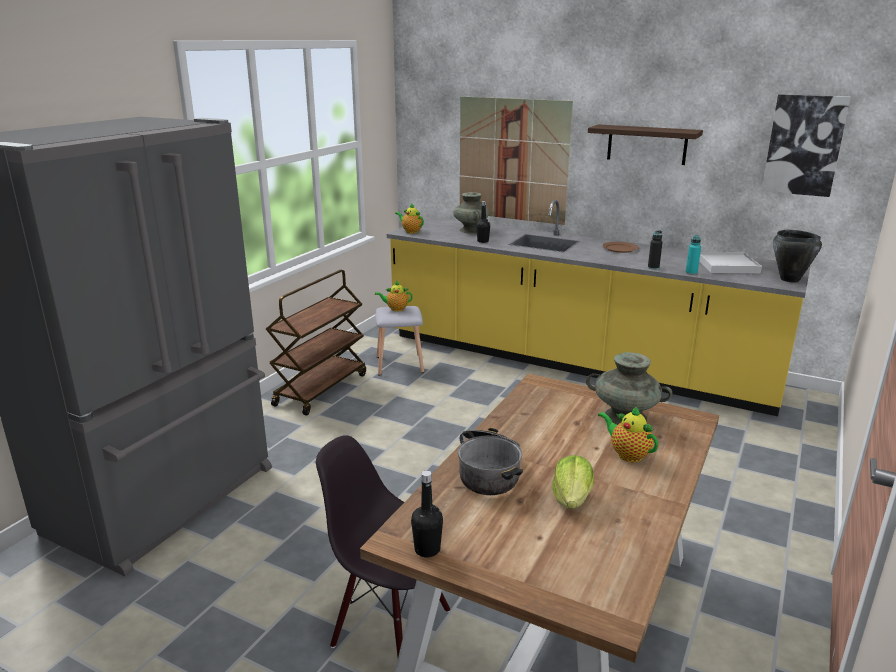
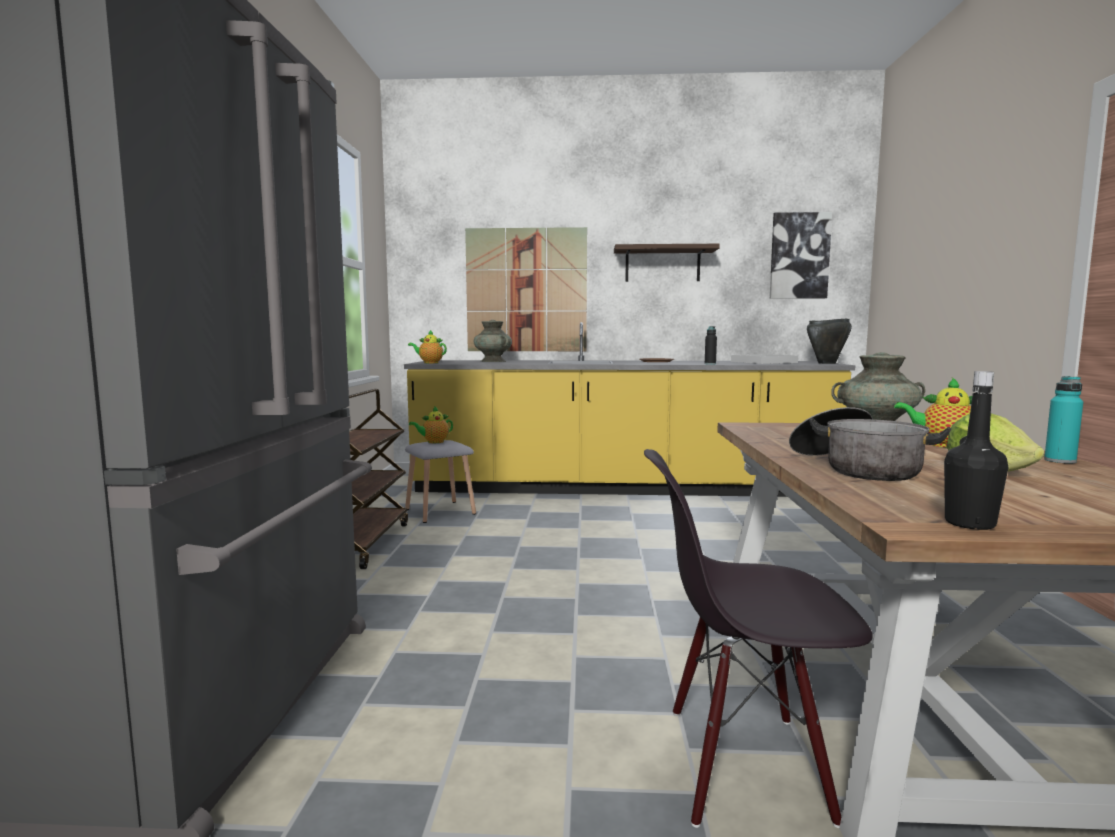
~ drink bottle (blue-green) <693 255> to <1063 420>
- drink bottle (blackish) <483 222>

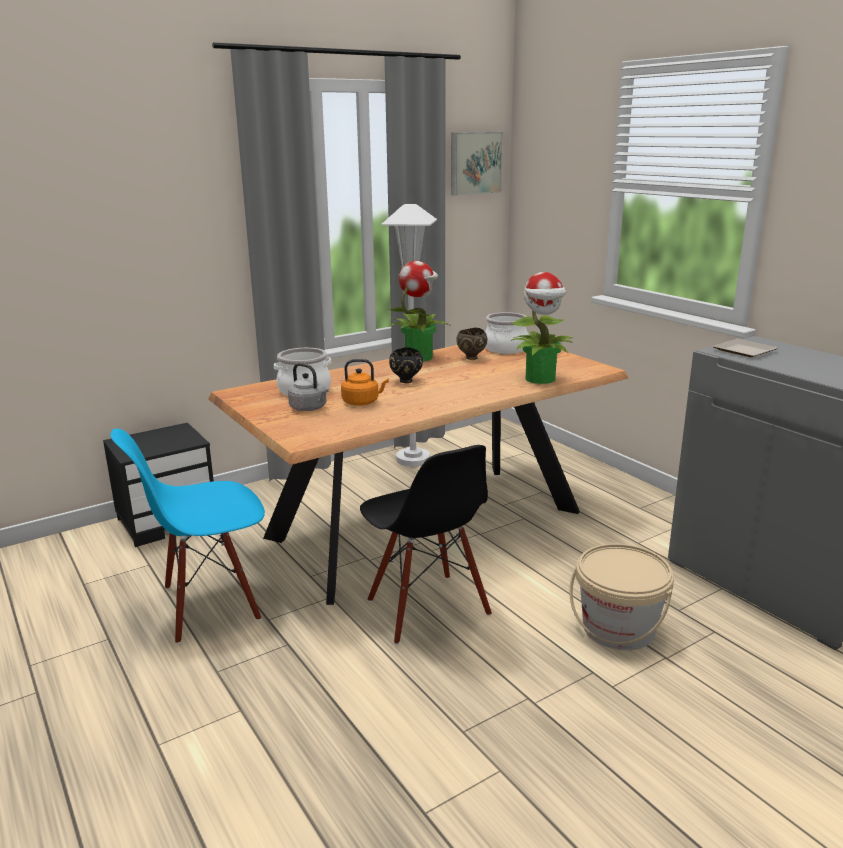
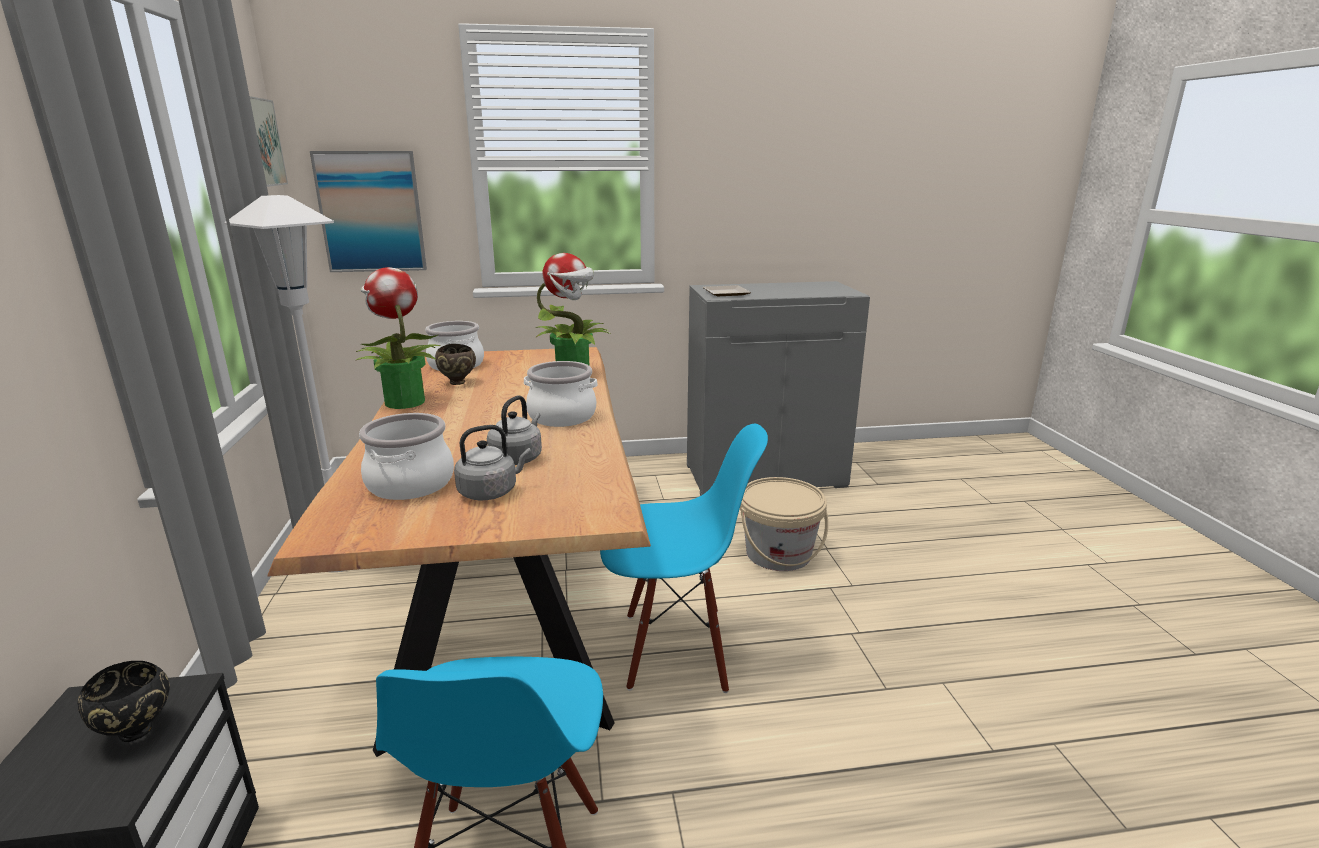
~ bowl (blackish) <406 365> to <124 701>
+ wall picture <368 211>
~ water kettle (orange) <365 382> to water kettle (gray) <514 430>
+ stockpot <561 394>
~ plain chair (blackish) <426 544> to plain chair (blue-coloured) <684 558>

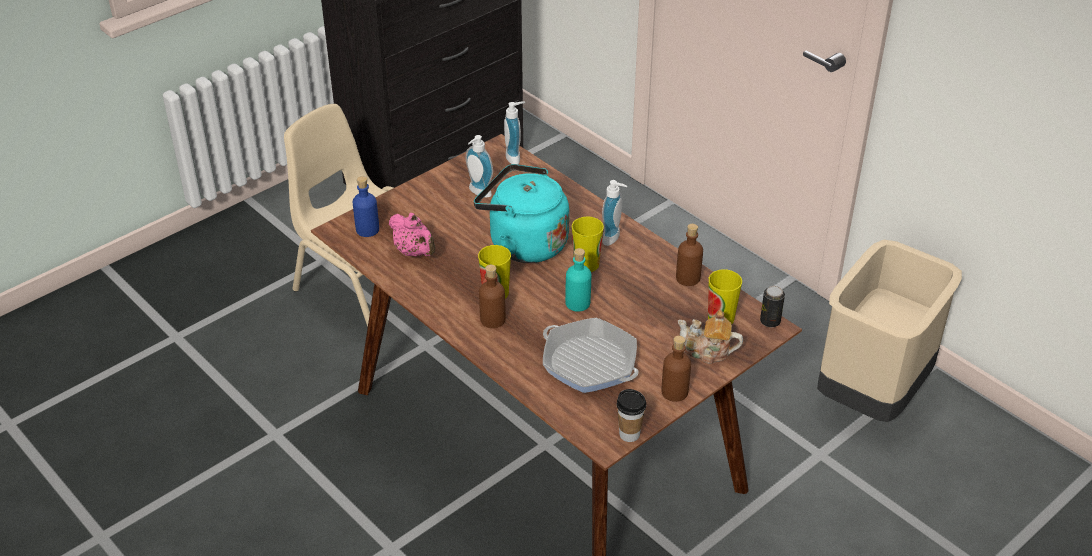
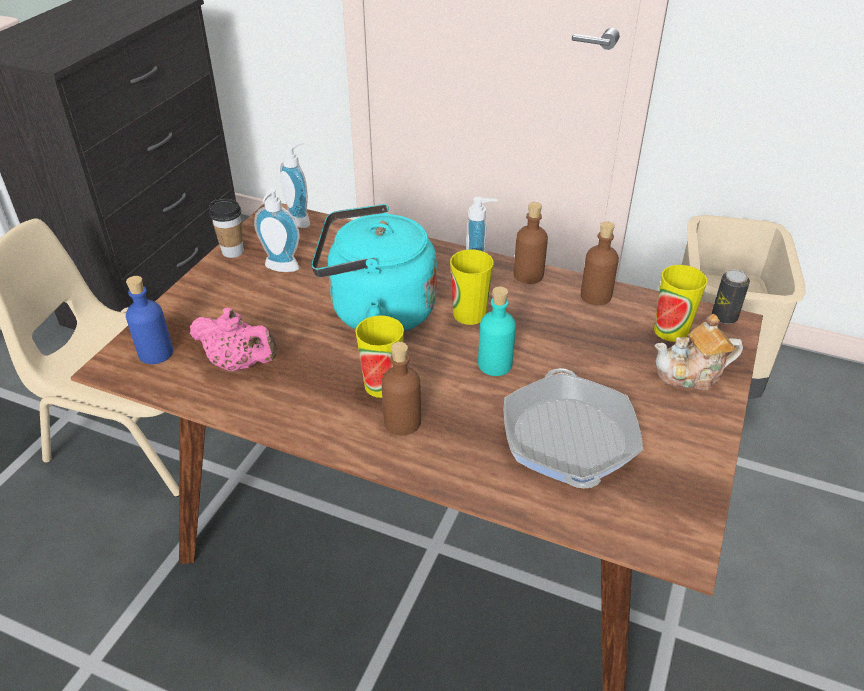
~ cup <631 415> to <226 228>
~ pan <590 355> = <573 428> 105 degrees counterclockwise
~ drink bottle (brown) <676 369> to <531 243>

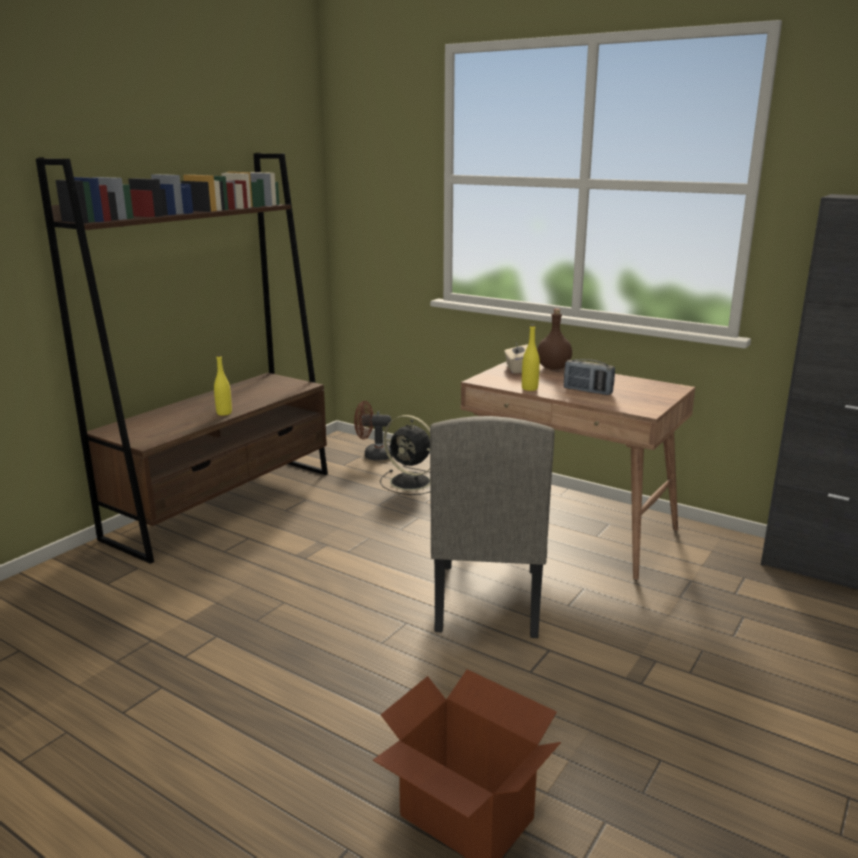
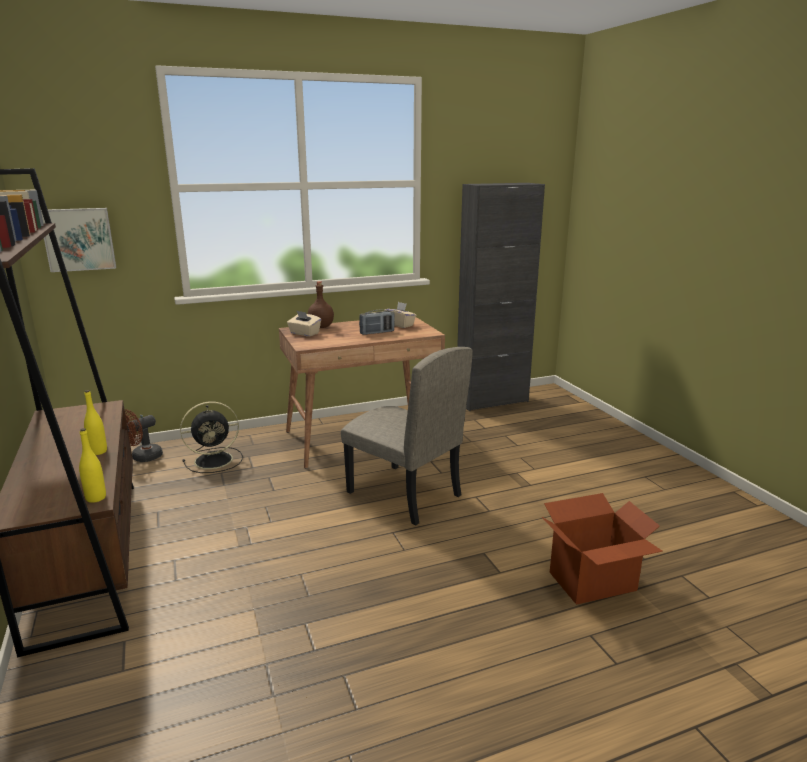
+ wall picture <78 240>
~ drink bottle (yellowish) <531 357> to <92 465>
+ box of tissues (beige) <400 315>

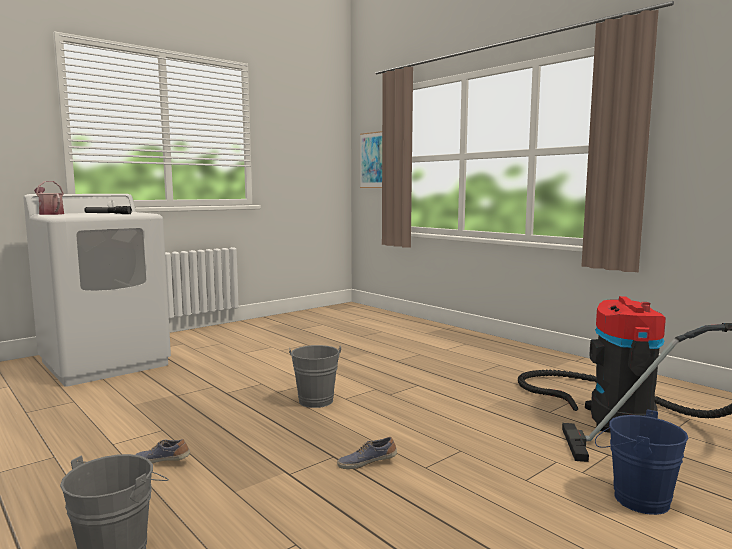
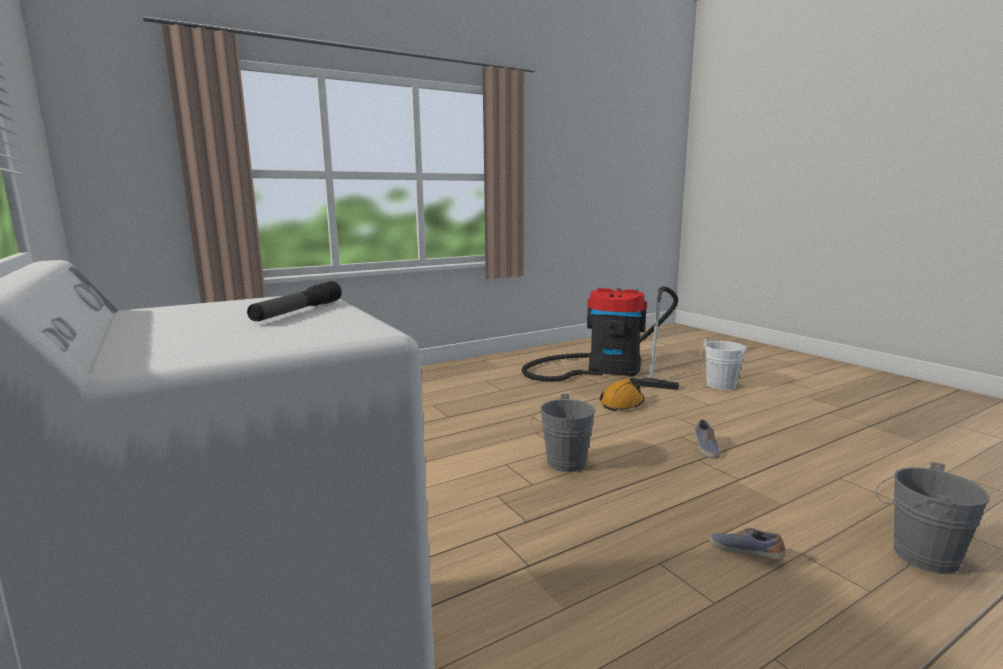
+ hard hat (orange) <621 395>
~ bucket (blue-coloured) <641 462> to bucket (white-coloured) <723 364>
~ low shoe <162 451> = <747 543> 105 degrees clockwise
- sprinkling can <49 198>
- wall picture <371 159>

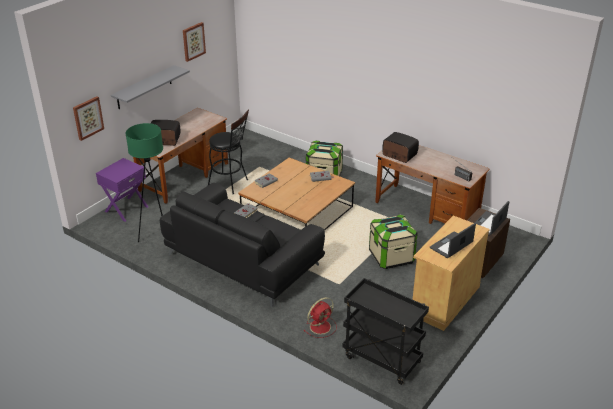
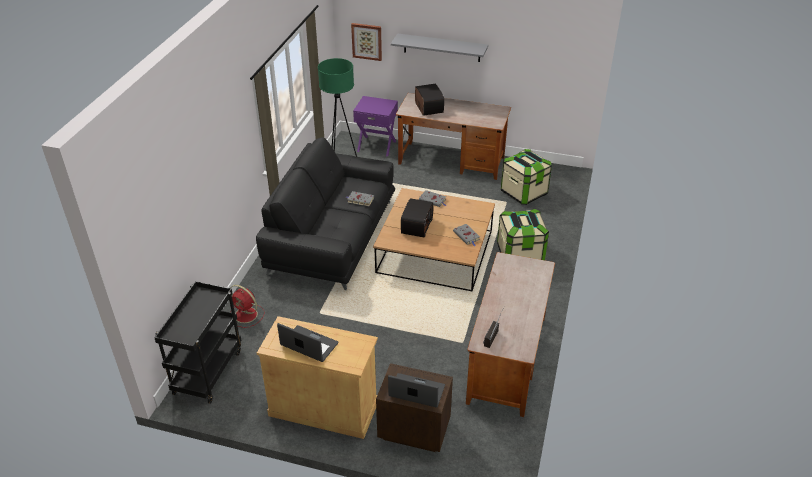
~ radio set <400 147> to <417 217>
~ storage bin <393 241> to <526 177>
- wall picture <194 42>
- sitting stool (blackish) <228 152>

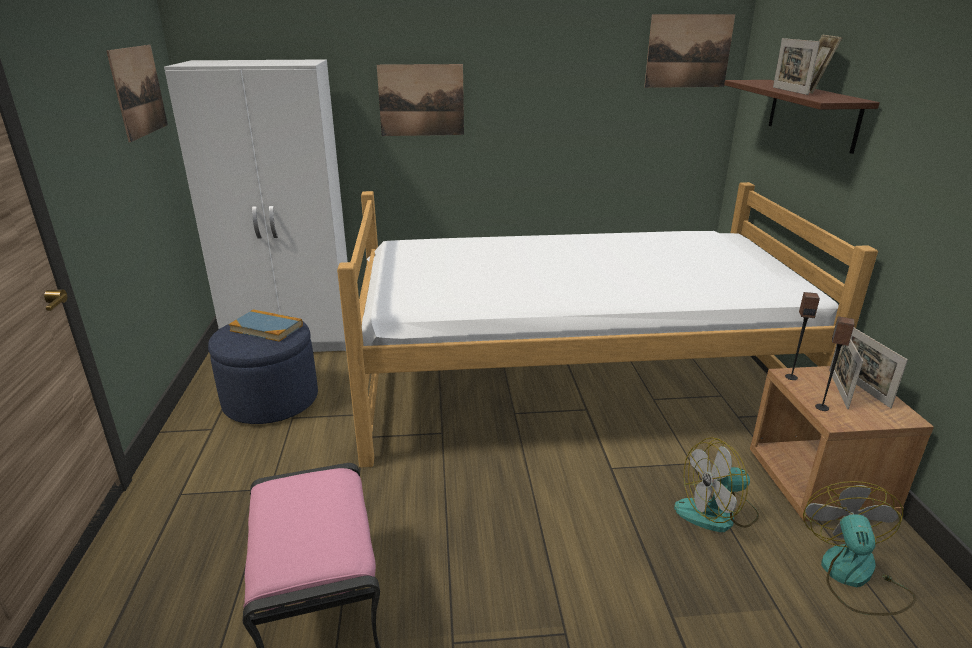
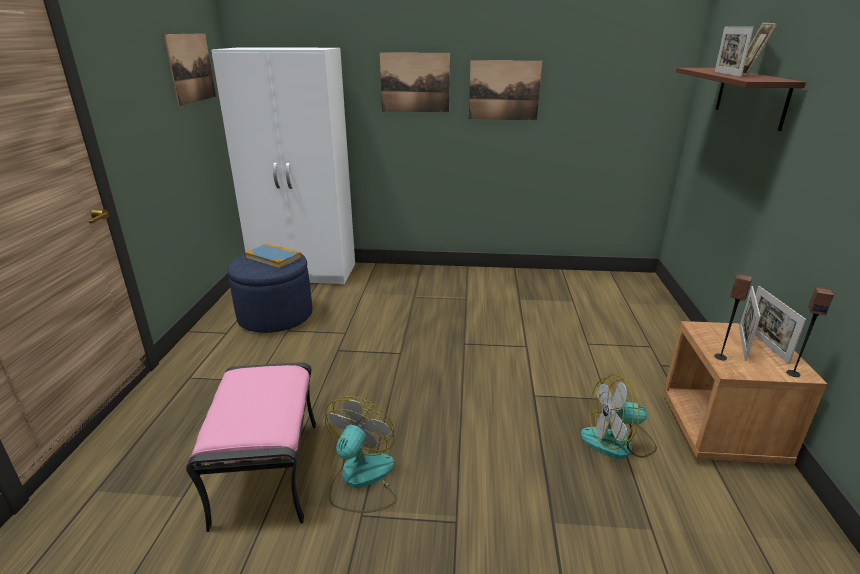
~ fan <859 548> to <361 454>
~ wall picture <689 51> to <505 90>
~ loudspeaker <802 336> to <810 332>
- sleeping bed <607 325>

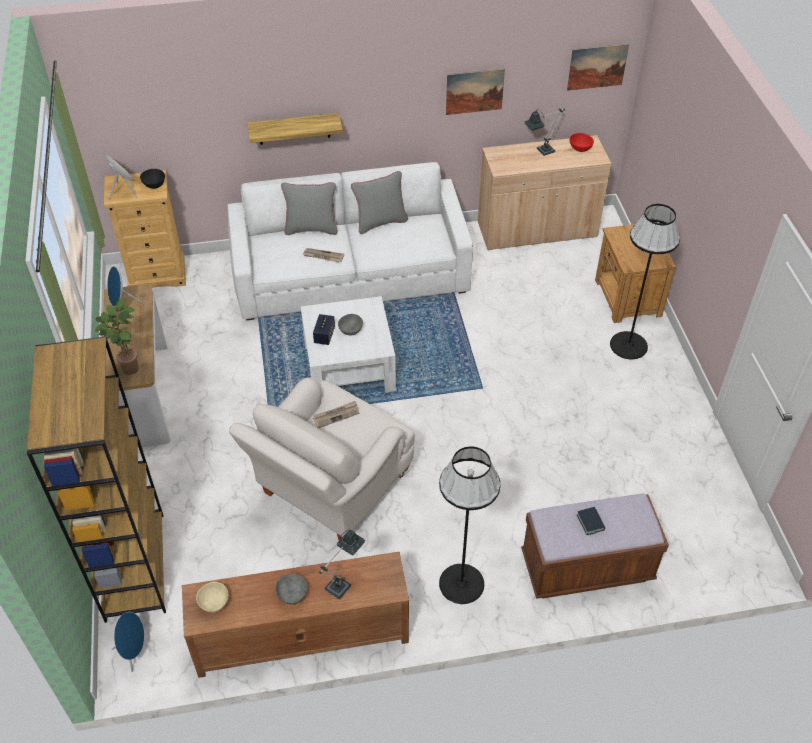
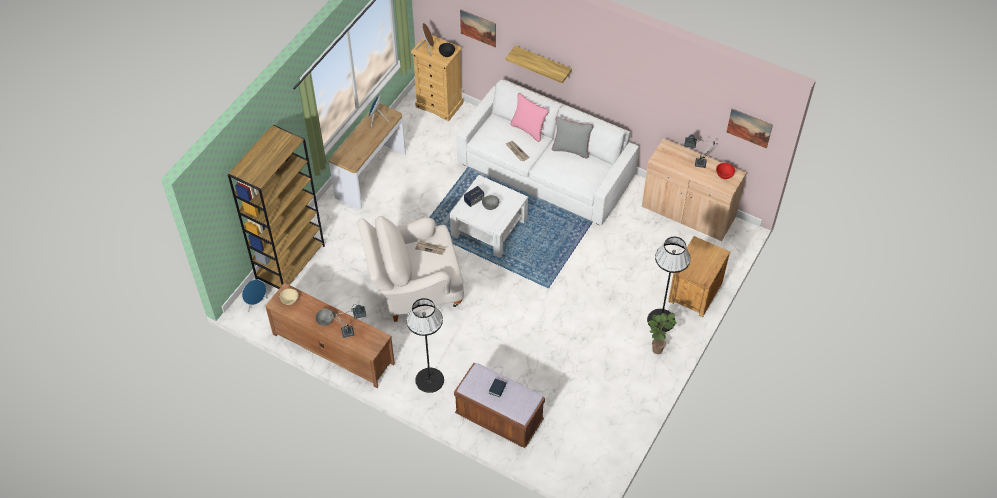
~ wall picture <475 92> to <478 28>
~ cushion (gray) <309 208> to cushion (pink-coloured) <529 117>
~ potted plant <116 336> to <662 333>

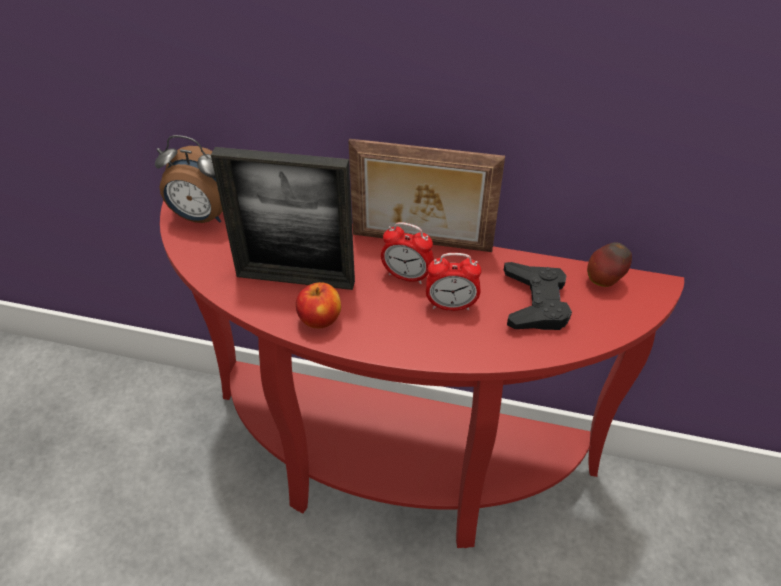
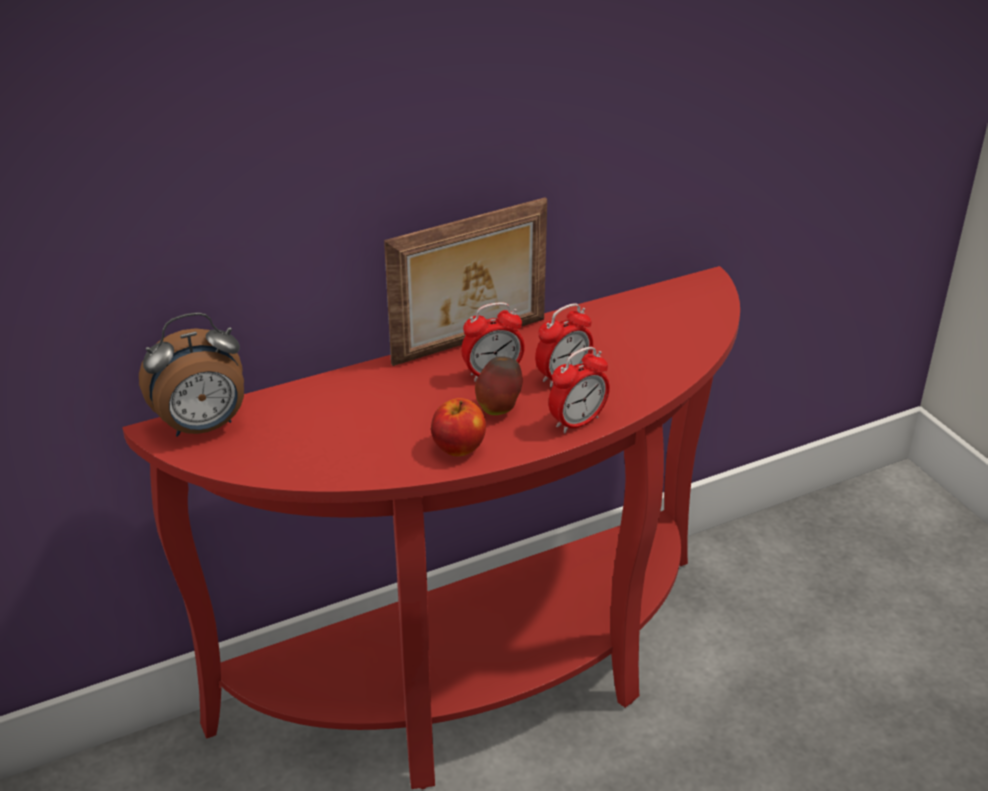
~ apple <609 264> to <498 385>
+ bedside clock <579 390>
- standing frame <283 218>
- gamepad (blackish) <538 296>

